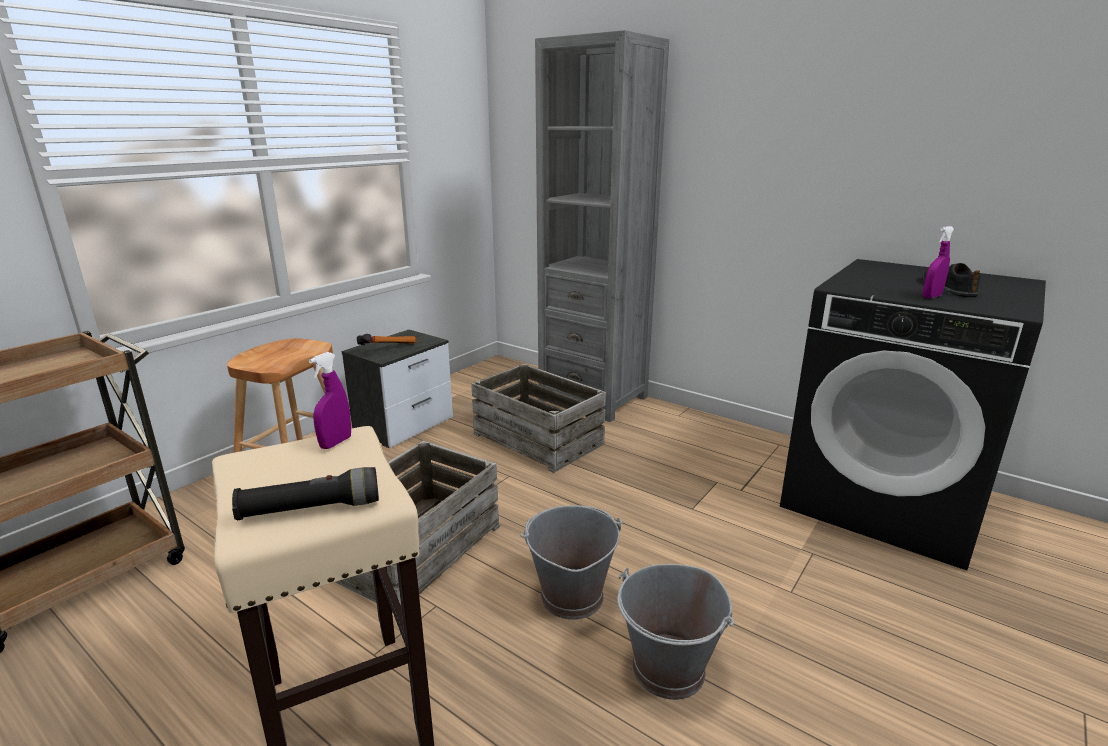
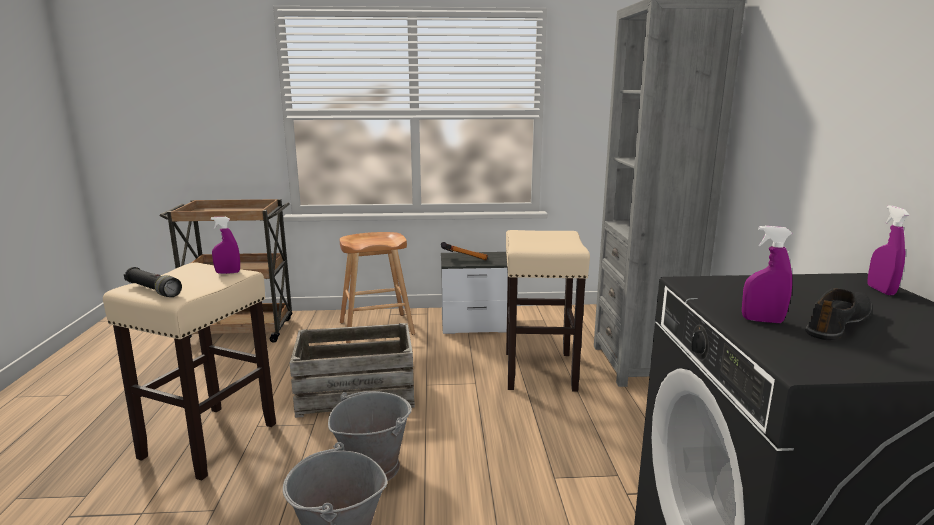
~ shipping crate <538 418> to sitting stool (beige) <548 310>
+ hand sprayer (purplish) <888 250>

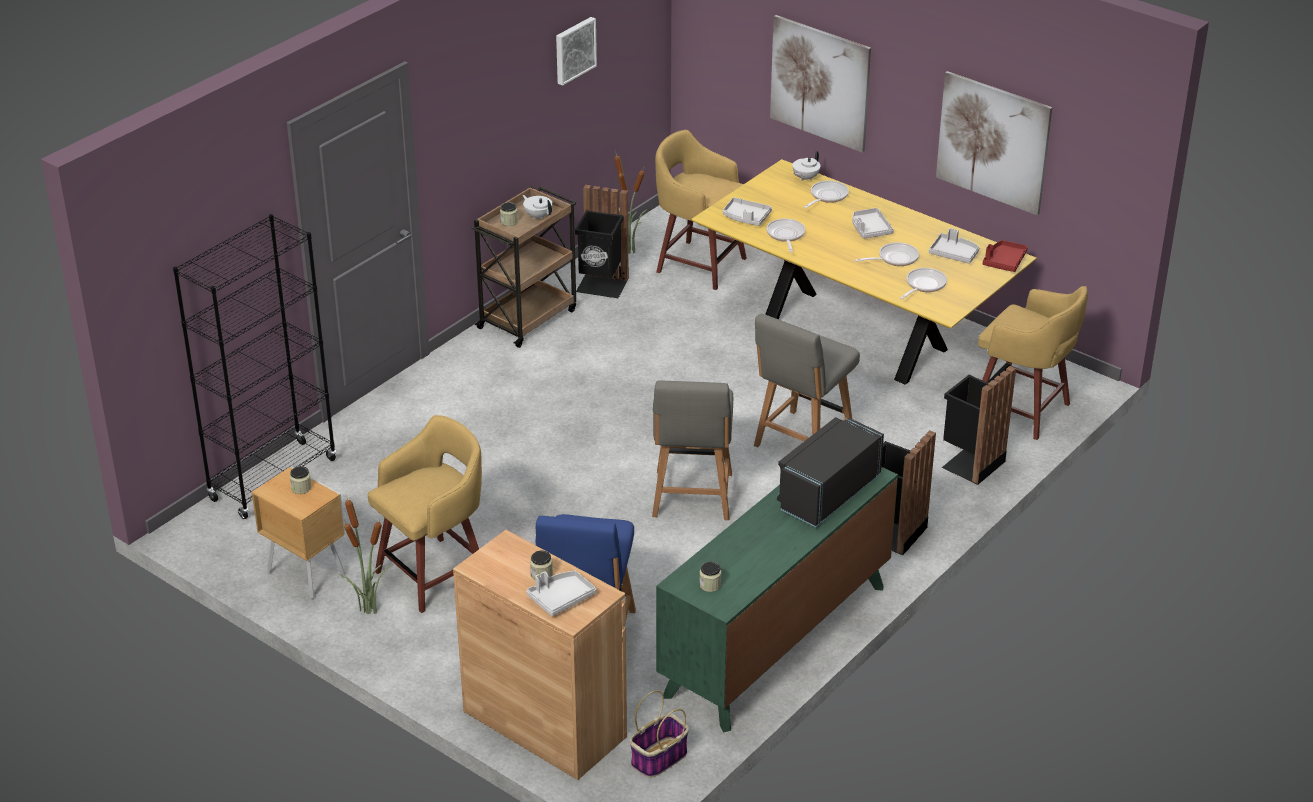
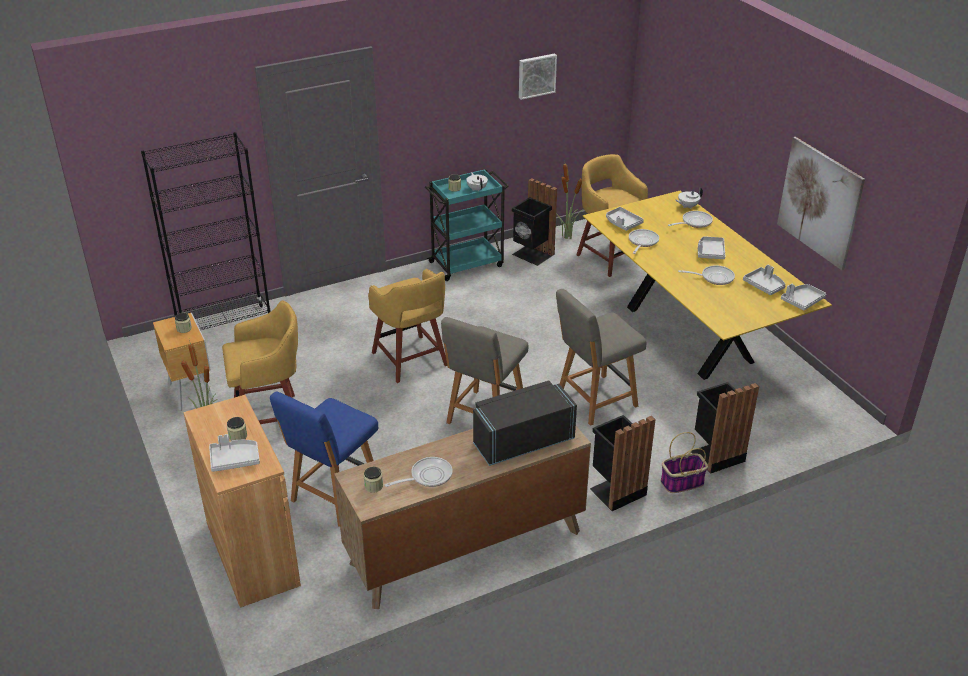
~ drawer chest (greenish) <777 600> to drawer chest (brown) <462 517>
~ sitting stool (yellowish) <1033 363> to <407 326>
~ pan <923 283> to <419 472>
~ trolley (brown) <523 267> to trolley (blue-green) <467 225>
~ household basket <659 734> to <684 462>
~ serving tray (reddish) <1005 256> to serving tray (gray) <803 297>
- wall picture <820 83>

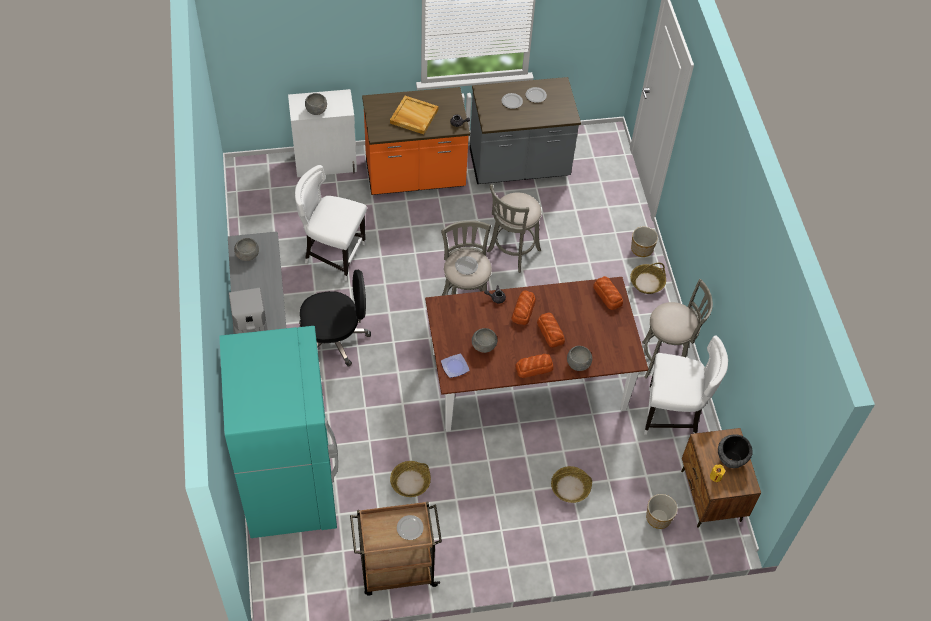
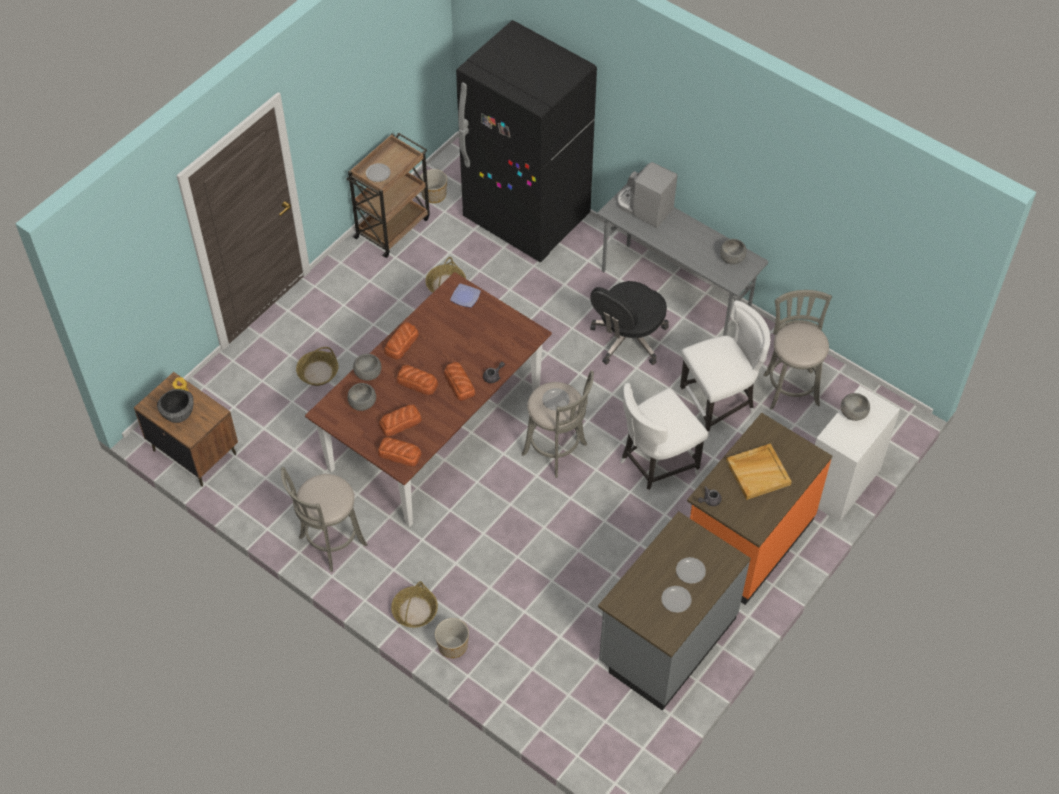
~ bowl (gray) <484 340> to <362 397>
+ bread <400 420>
~ flower pot <661 511> to <433 186>
~ refrigerator (blue-green) <278 432> to refrigerator (blackish) <526 141>
~ plain chair (white-coloured) <686 385> to <664 439>
~ sitting stool (gray) <514 228> to <797 350>

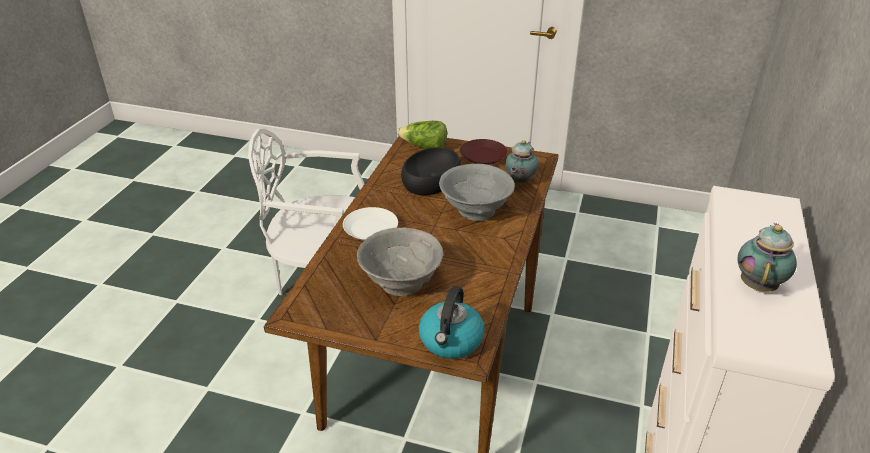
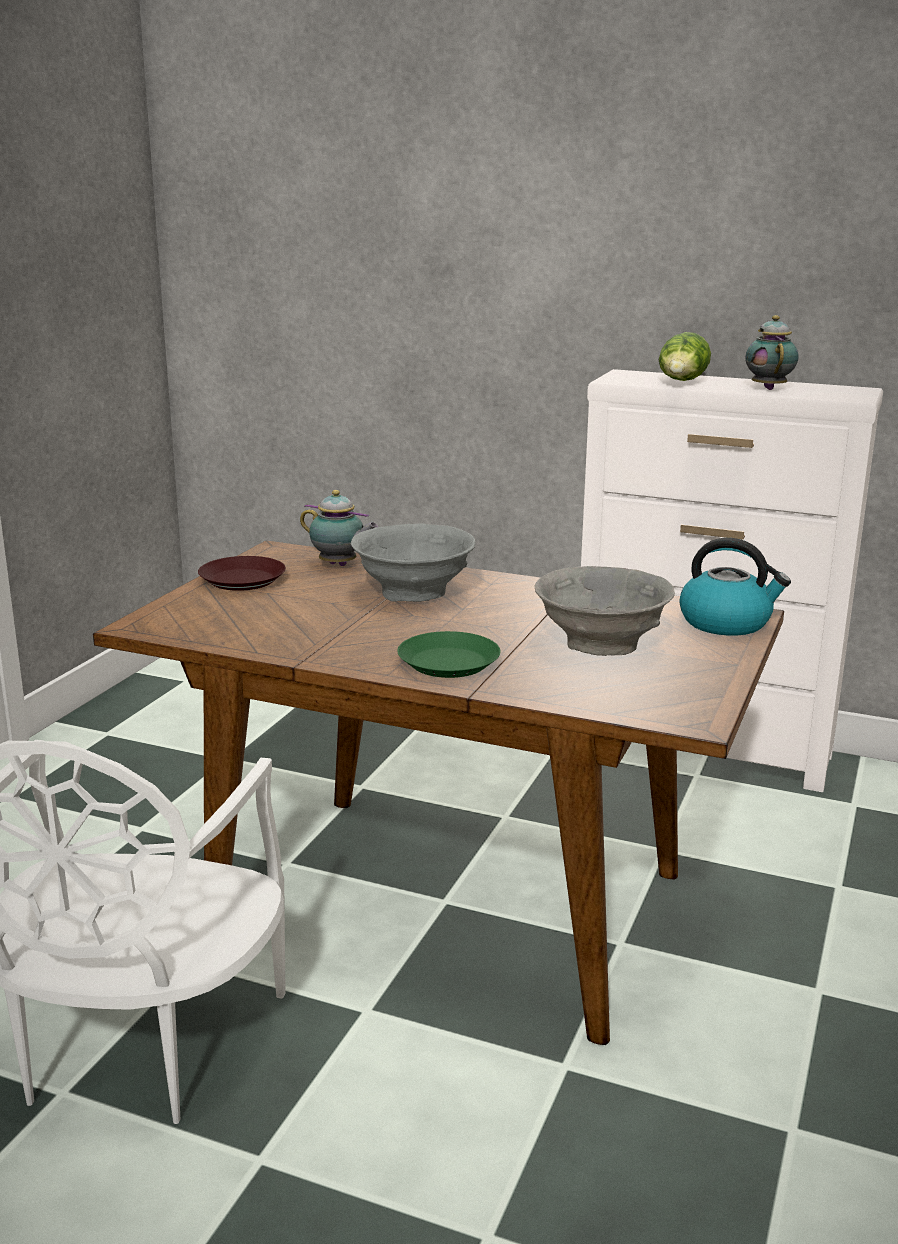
~ dinner plate (white-coloured) <370 223> to dinner plate (greenish) <449 654>
~ lettuce <422 135> to <685 356>
~ pot for tea <767 257> = <771 352> 60 degrees clockwise
- bowl (blackish) <431 171>

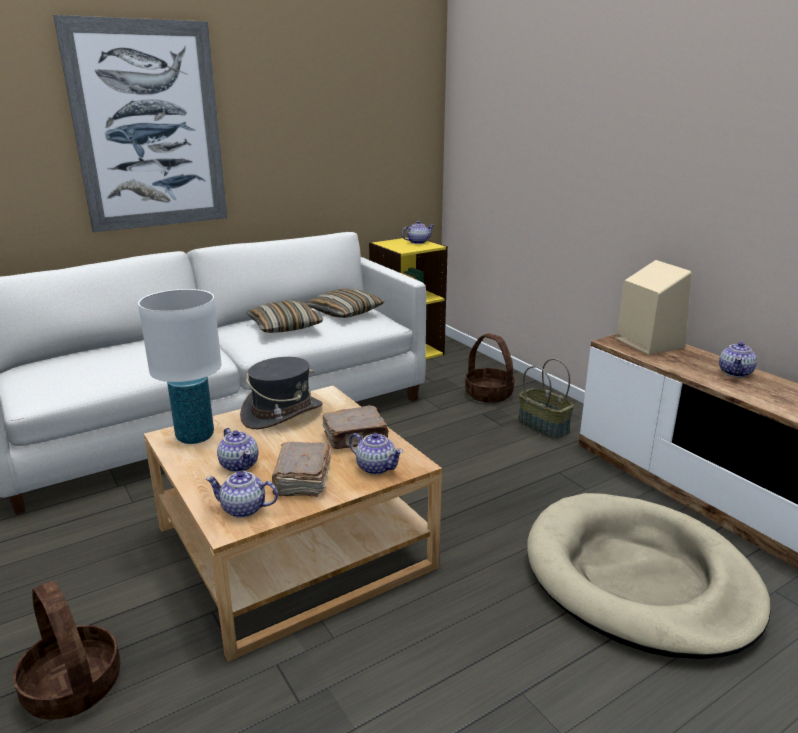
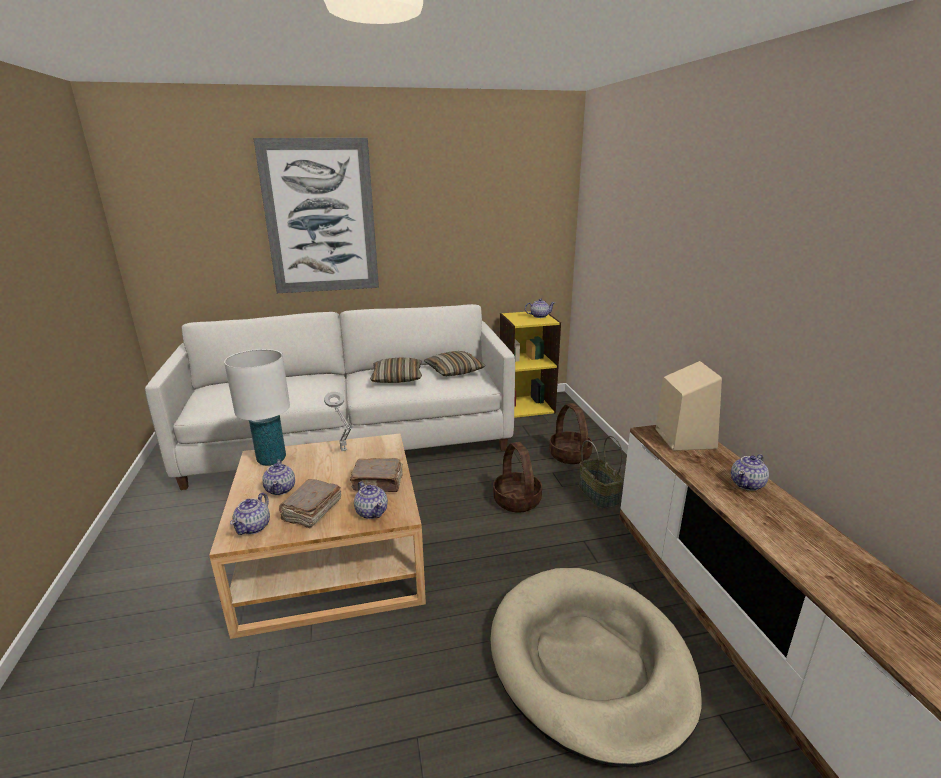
~ pot for tea <242 494> = <250 514> 105 degrees counterclockwise
~ hat (gray) <281 393> to tabletop lamp (gray) <337 421>
~ household basket <67 650> to <517 477>

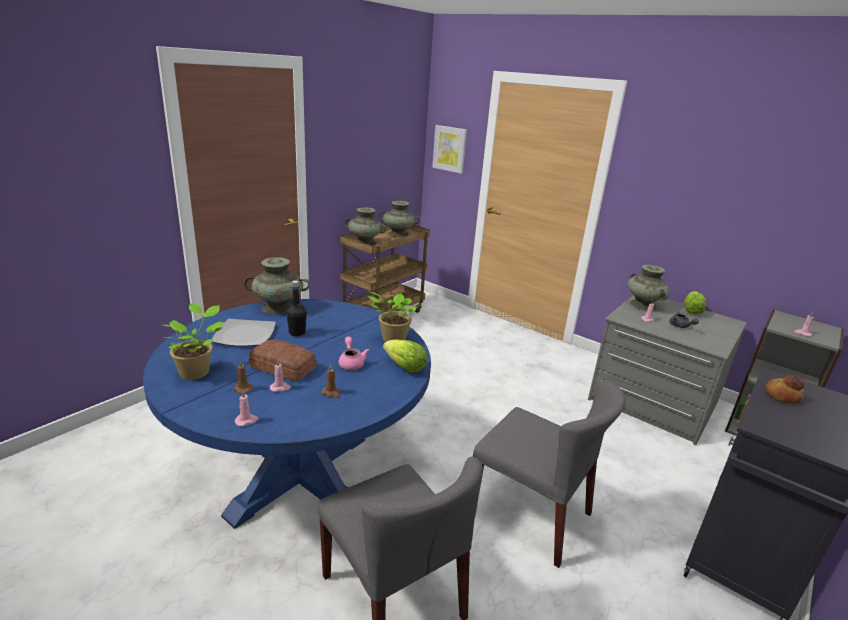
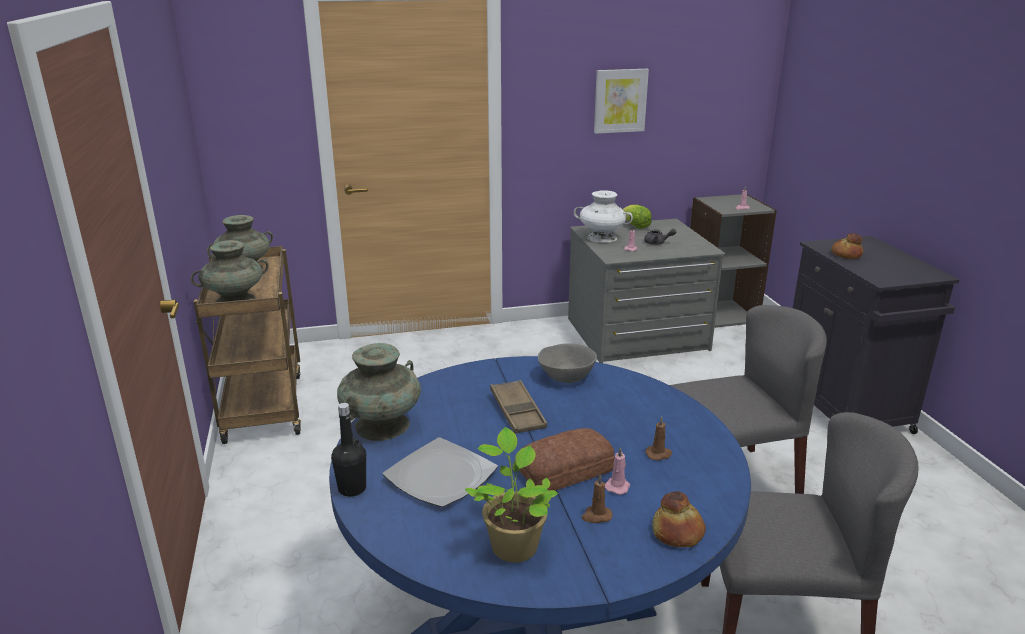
~ drink bottle (blackish) <296 308> to <348 450>
+ serving tray (brown) <518 406>
~ potted plant <392 317> to bowl (gray) <567 363>
~ flower vase (blue-green) <648 288> to flower vase (white-coloured) <603 216>
~ wall picture <449 149> to <621 101>
~ wax candle (pink-coloured) <247 408> to bread <679 519>
- pot for tea (pink-coloured) <353 353>
- lettuce <405 355>

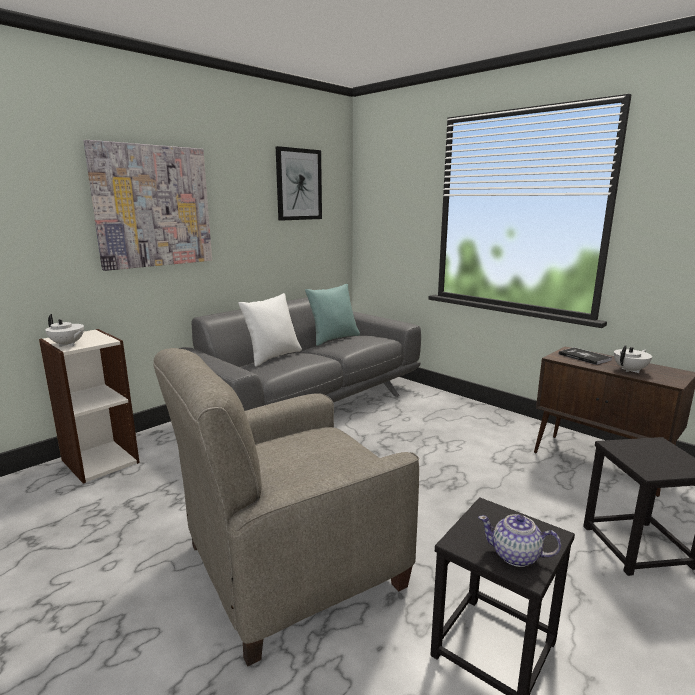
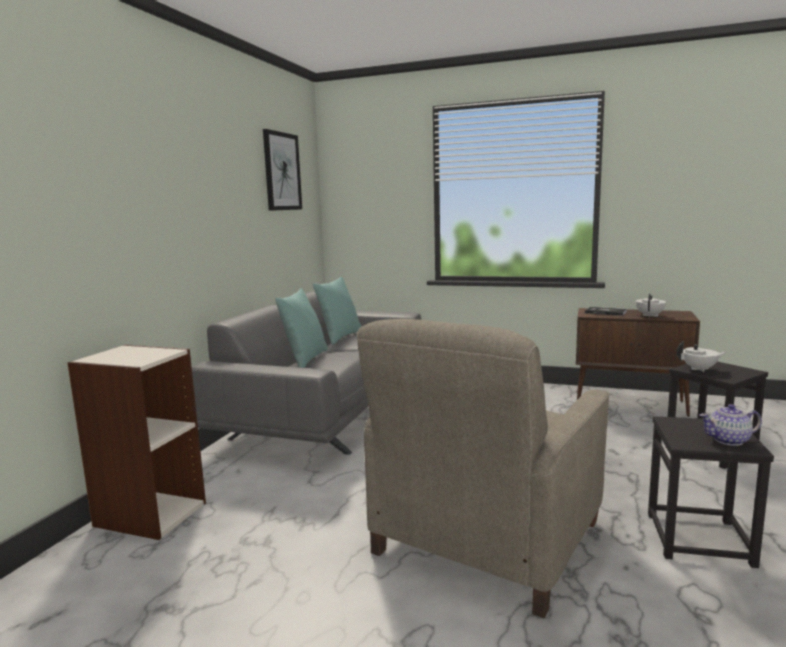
~ cushion (white-coloured) <270 330> to cushion (blue-green) <301 328>
~ pot for tea (white-coloured) <64 330> to <702 356>
- wall picture <148 205>

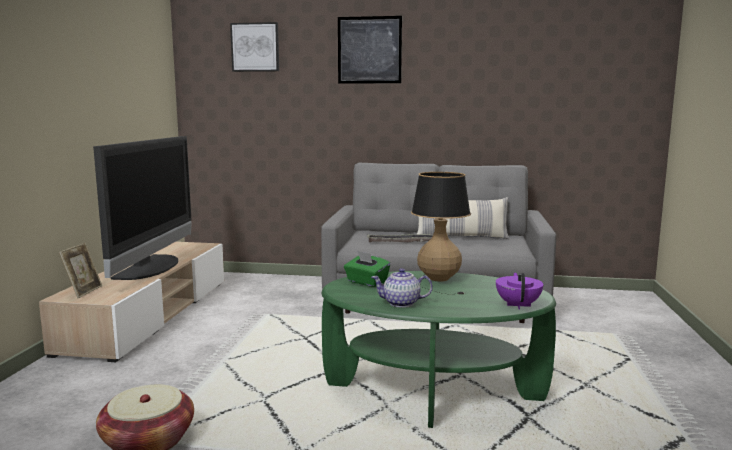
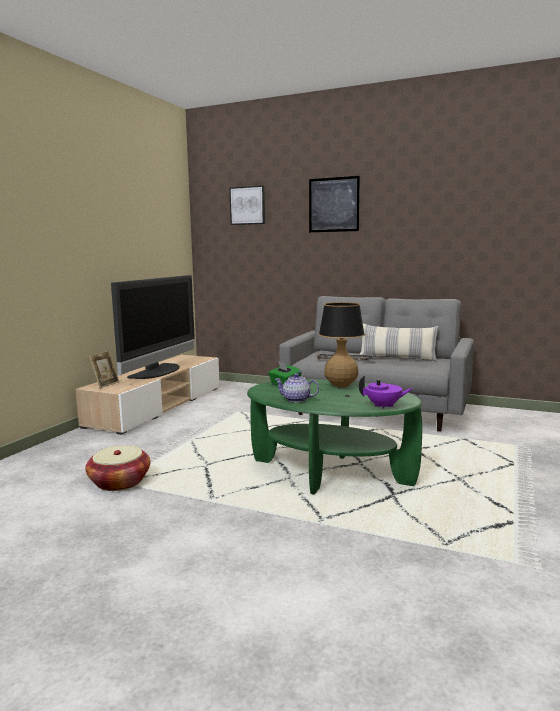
~ pot for tea (purplish) <519 291> = <385 392> 75 degrees clockwise

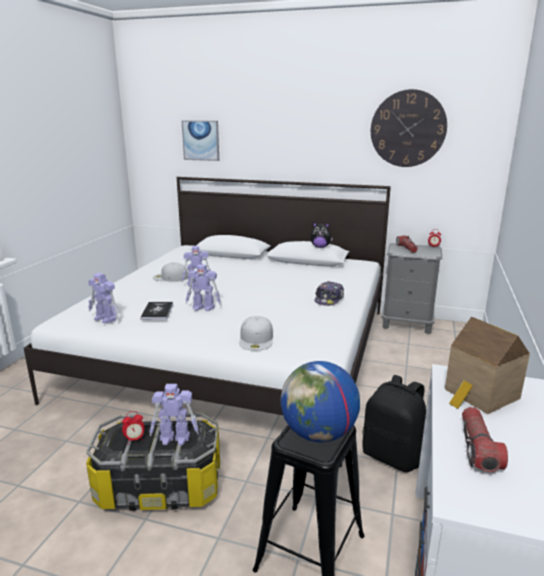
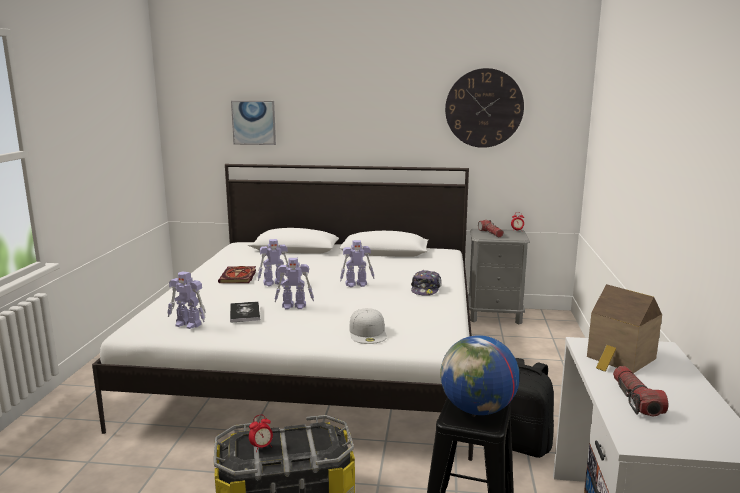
~ peaked cap (white-coloured) <170 272> to bound book <237 274>
~ robot figure <174 414> to <357 263>
- plush toy <322 235>

